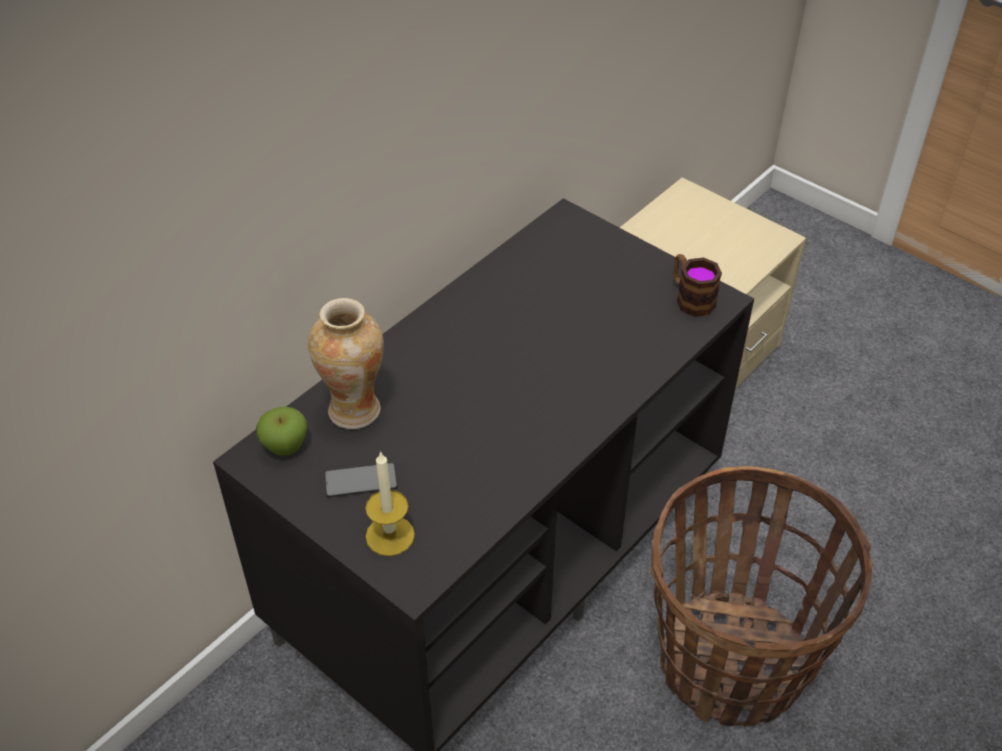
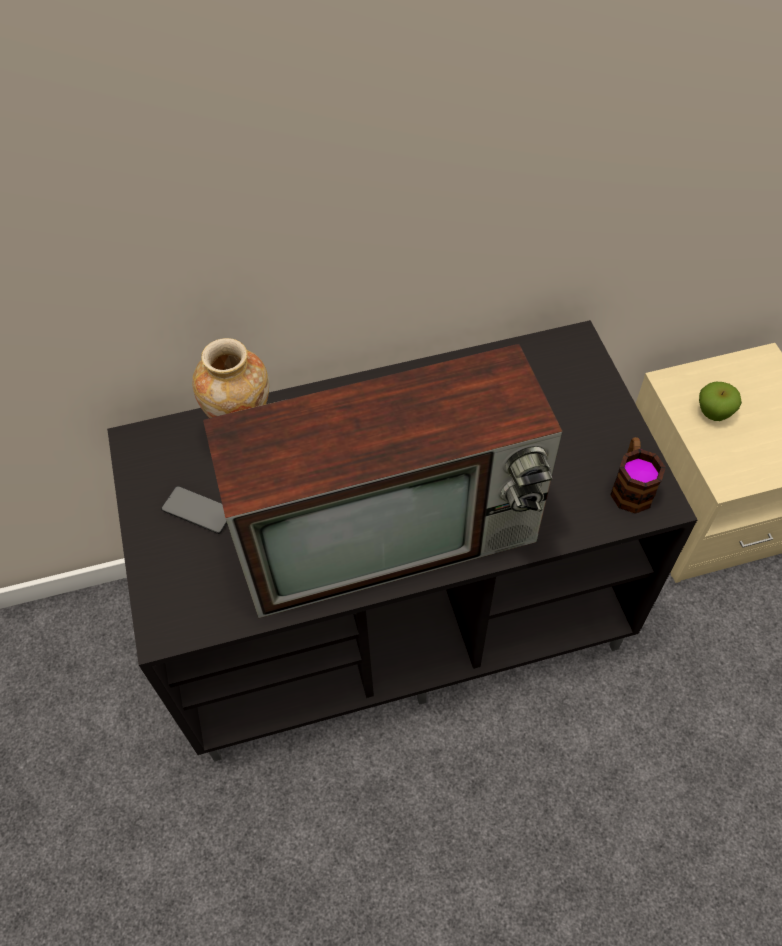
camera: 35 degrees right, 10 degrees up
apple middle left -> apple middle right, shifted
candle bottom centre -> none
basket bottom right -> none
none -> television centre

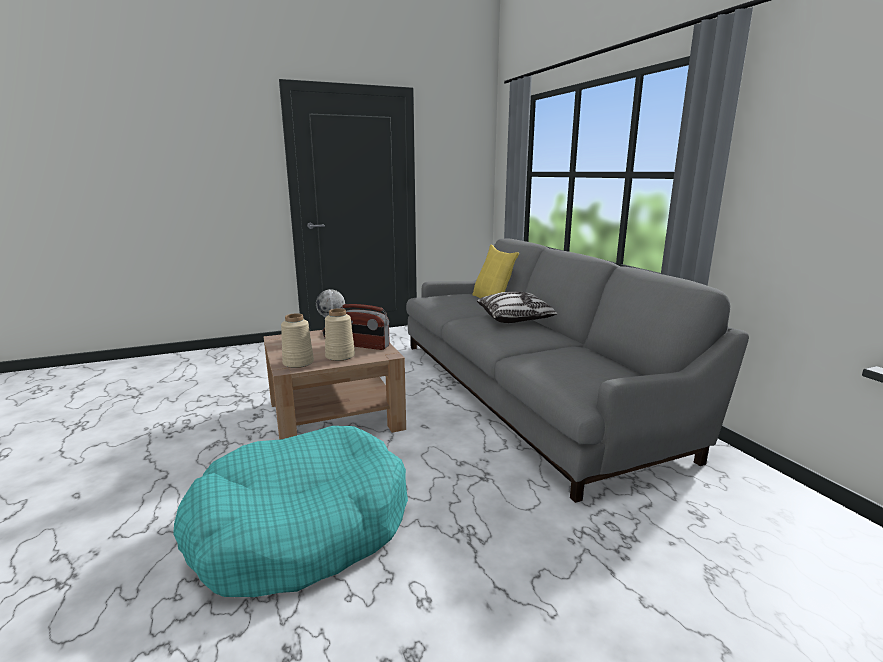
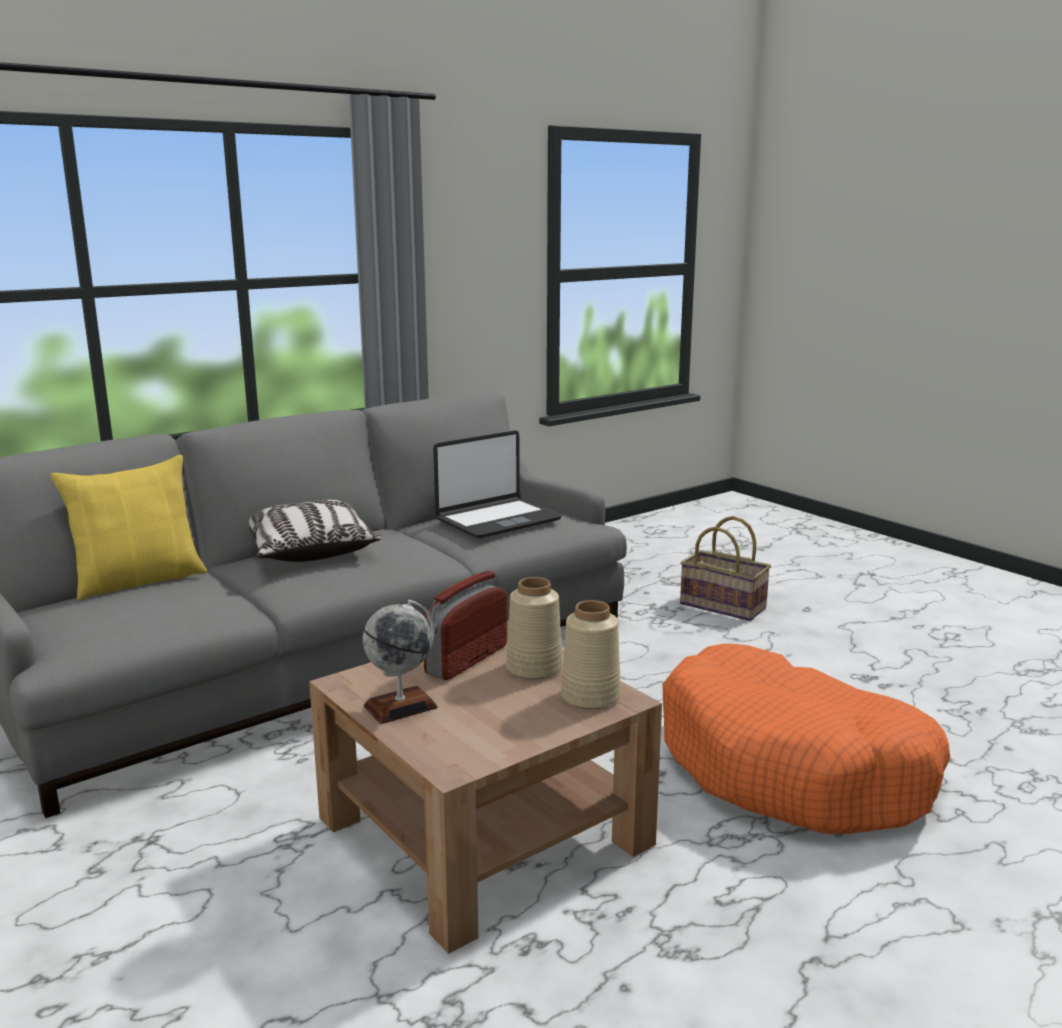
camera: 105 degrees left, 0 degrees up
radio centre, 150 degrees counterclockwise
turquoise dog bed bottom left -> orange dog bed bottom right
none -> laptop centre
none -> basket middle right

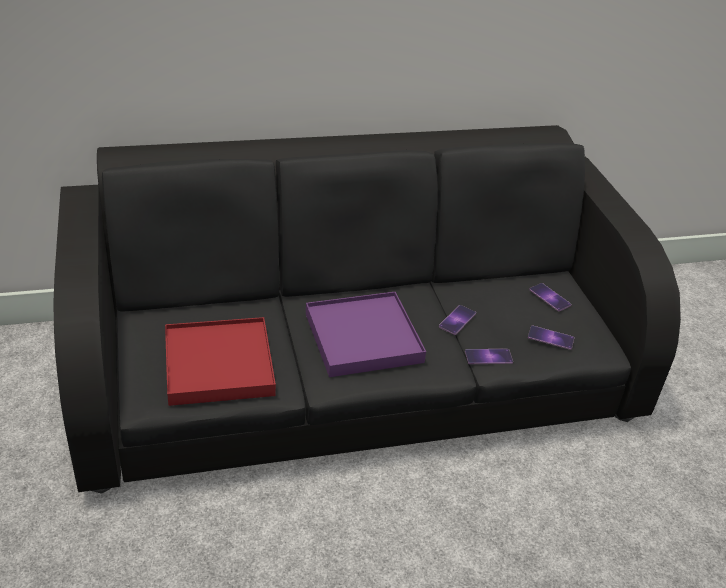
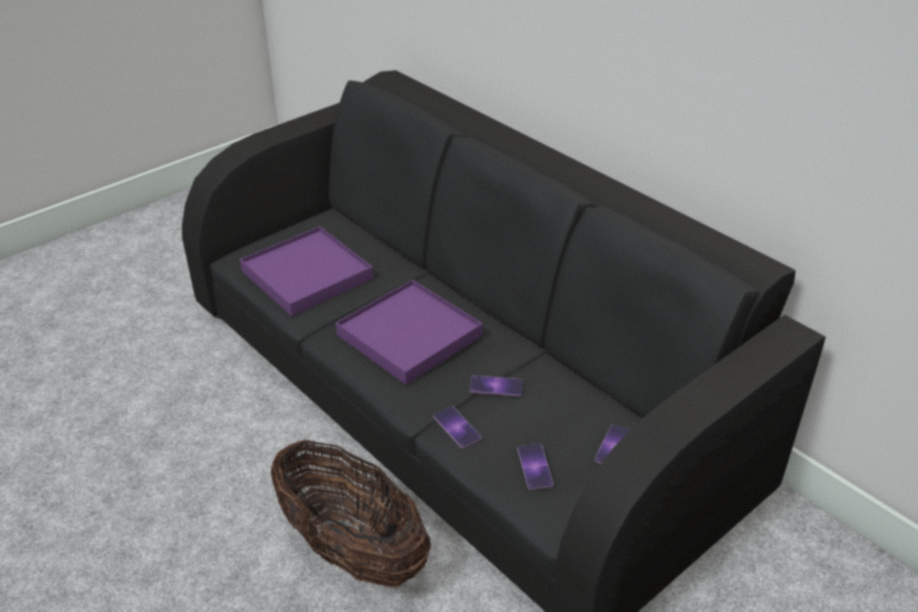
camera: 65 degrees right, 0 degrees up
red tray middle left -> purple tray (no. 1 from left) centre
none -> basket bottom centre

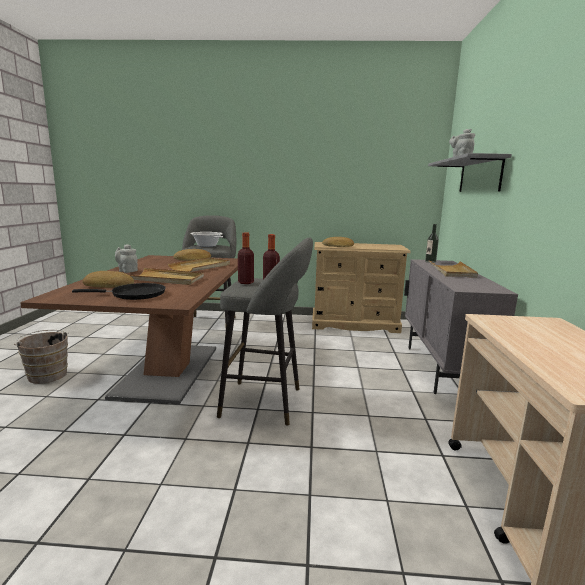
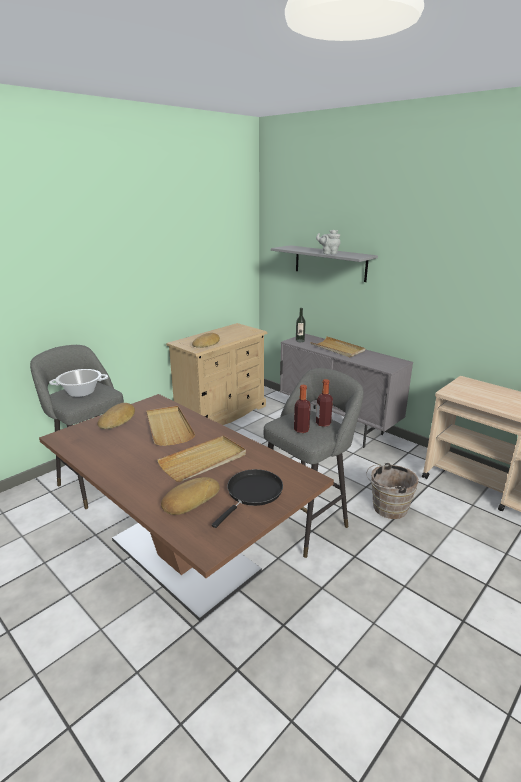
camera: 50 degrees left, 10 degrees up
grey teapot (no. 1 from left) middle left -> none
brown bucket middle left -> brown bucket middle right, shifted

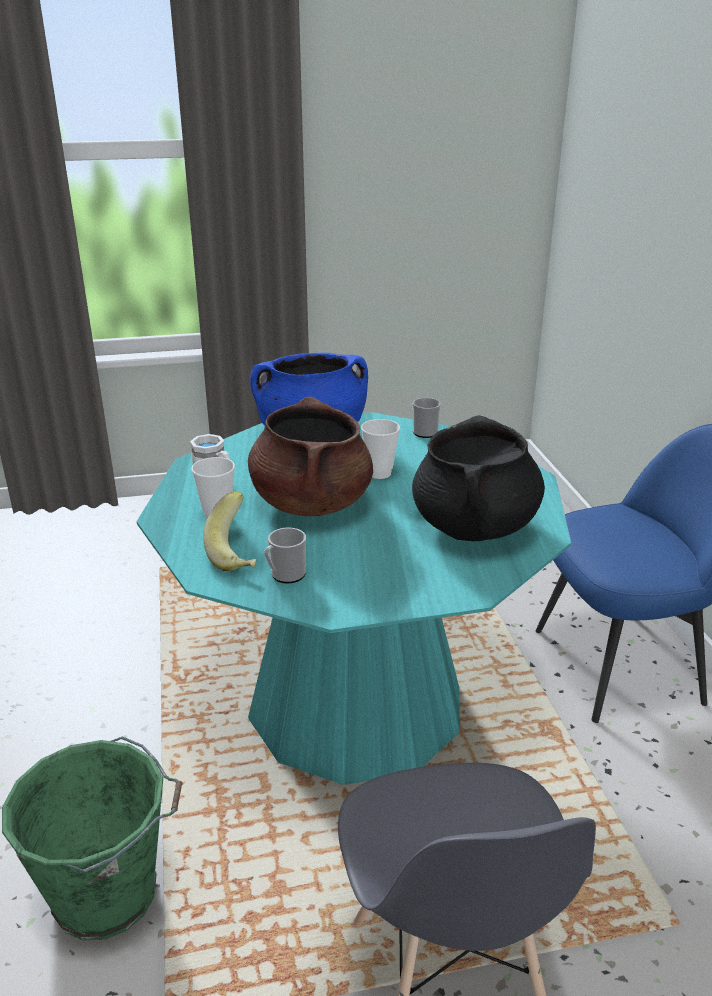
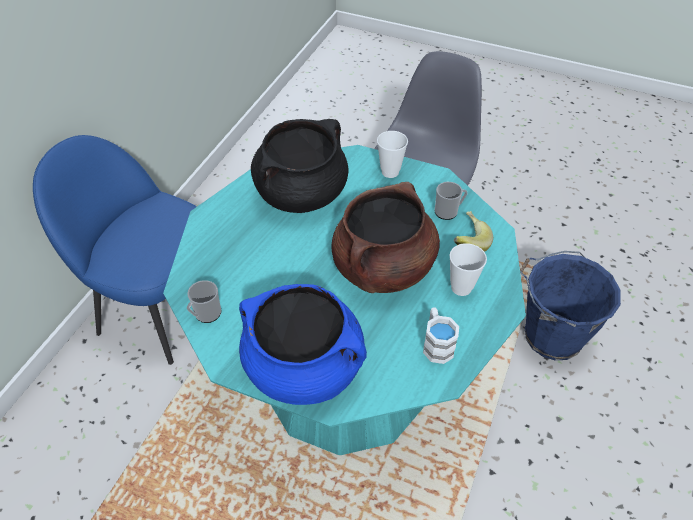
camera: 145 degrees left, 20 degrees up
cup (no. 2 from left in the first image) centre -> cup (no. 1 from left) top centre, shifted
green bucket bottom left -> blue bucket middle right

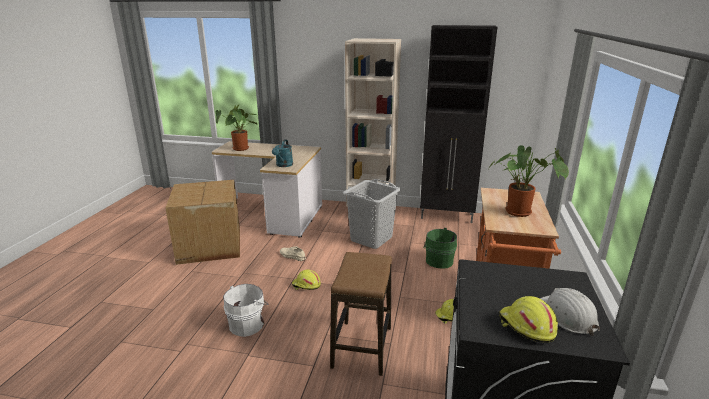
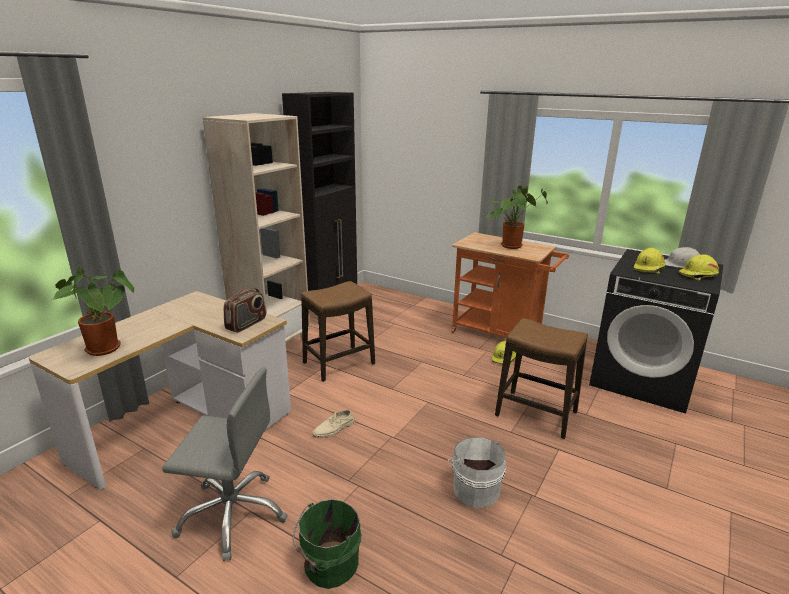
camera: 70 degrees left, 0 degrees up
turquoise watering can centre -> radio middle left
grey laundry basket centre -> stool (no. 1 from left) centre
cardboard box middle left -> grey office chair bottom left
green bucket centre -> green bucket bottom centre, shifted
yellow hard hat (no. 1 from left in the first image) bottom centre -> yellow hard hat (no. 2 from left) middle right, shifted

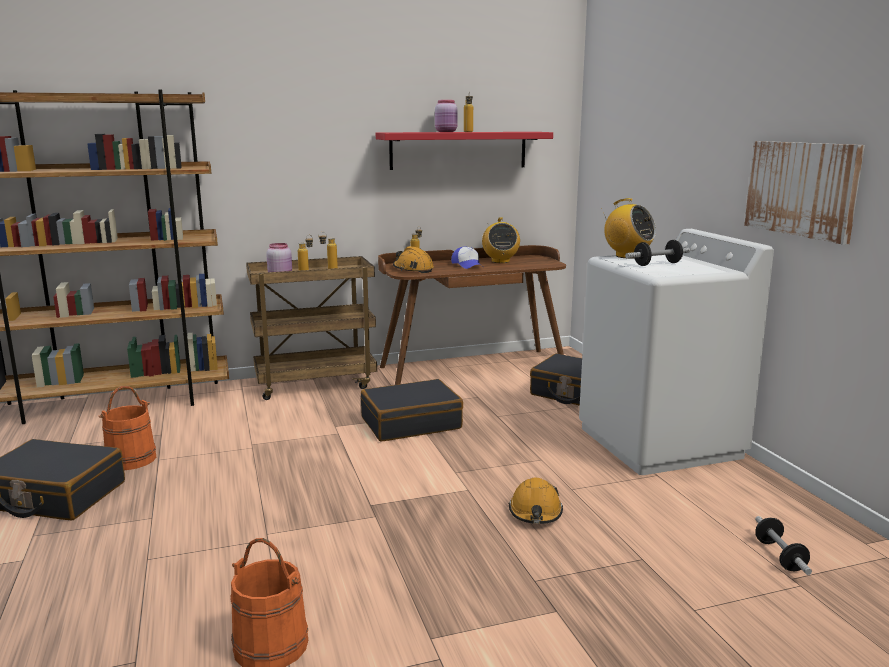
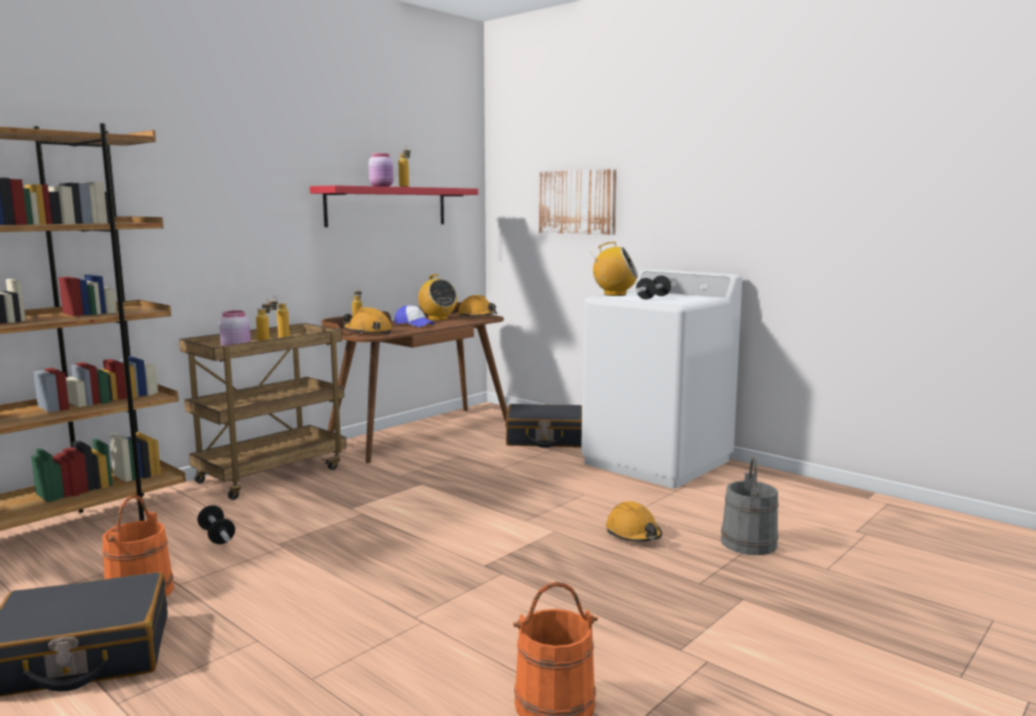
camera: 30 degrees left, 5 degrees down
picture top right -> picture top centre, shifted
black suitcase (no. 2 from left) centre -> none
dumbbell (no. 2 from left in the first image) bottom right -> dumbbell (no. 1 from left) bottom left, shifted
none -> orange hard hat (no. 2 from left) centre
none -> grey bucket bottom right

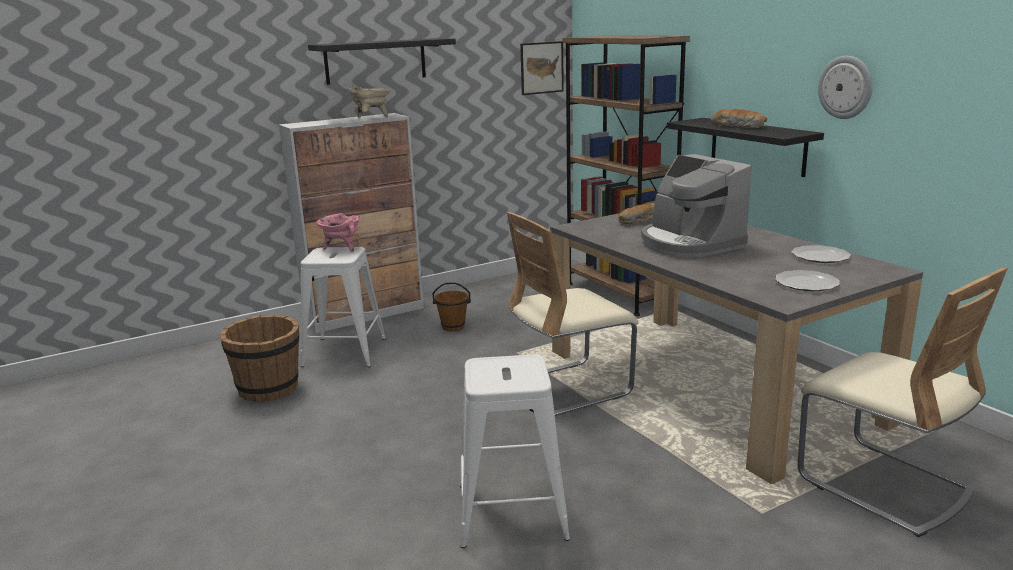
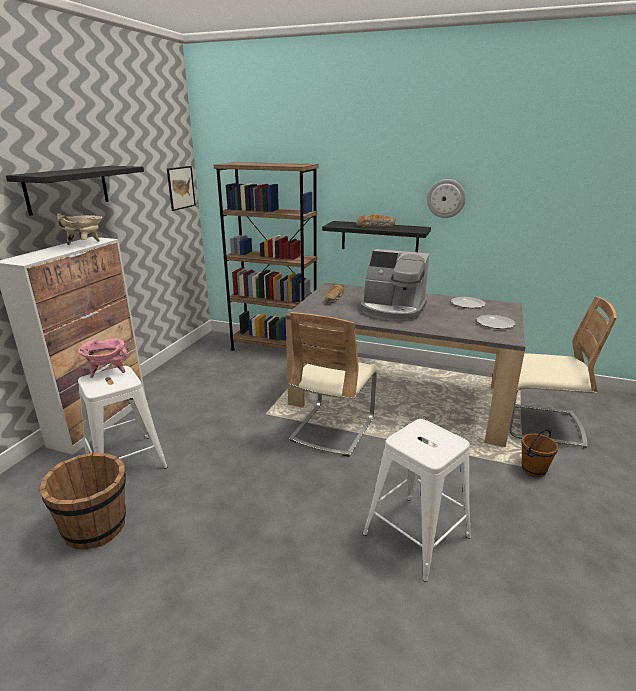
camera: 40 degrees left, 5 degrees up
brown bucket (no. 2 from left) centre -> brown bucket (no. 2 from left) middle right, shifted

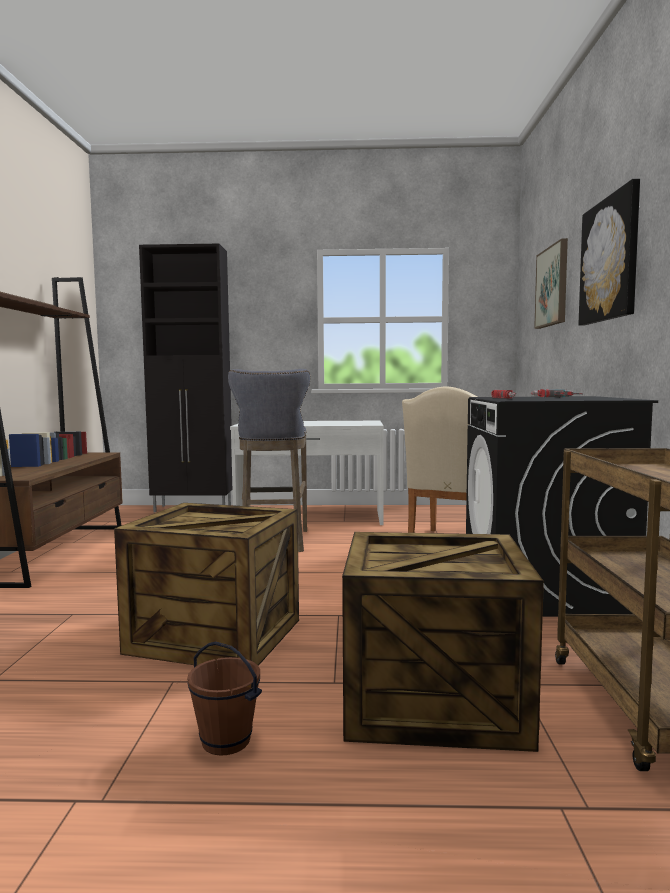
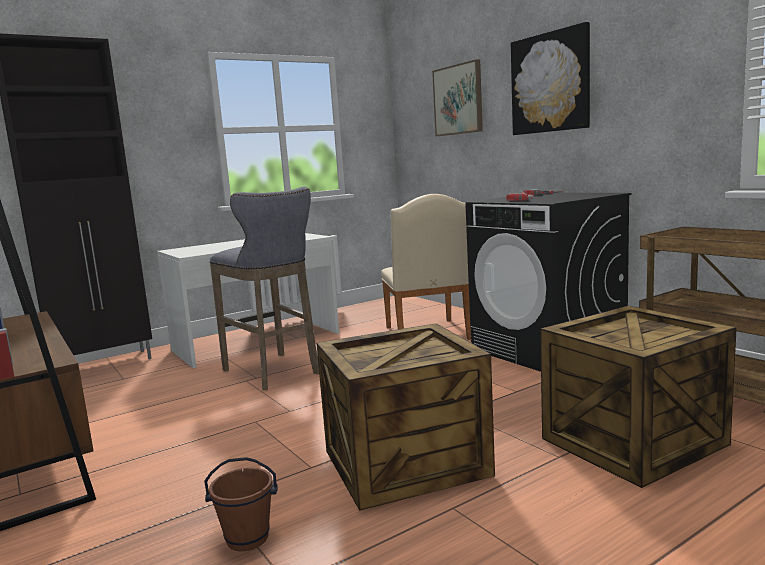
camera: 35 degrees left, 5 degrees up
brown bucket bottom centre -> brown bucket bottom left, shifted

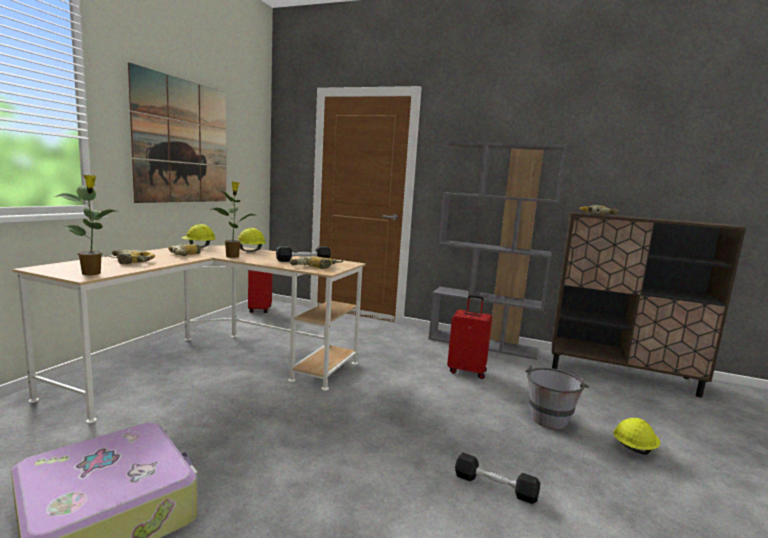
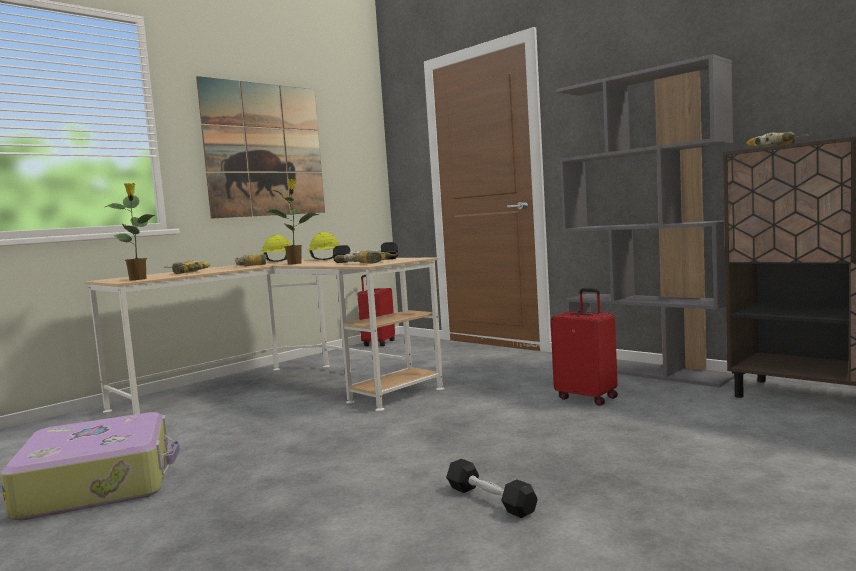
camera: 25 degrees right, 5 degrees down
grey bucket bottom right -> none
yellow hard hat (no. 3 from left) bottom right -> none

